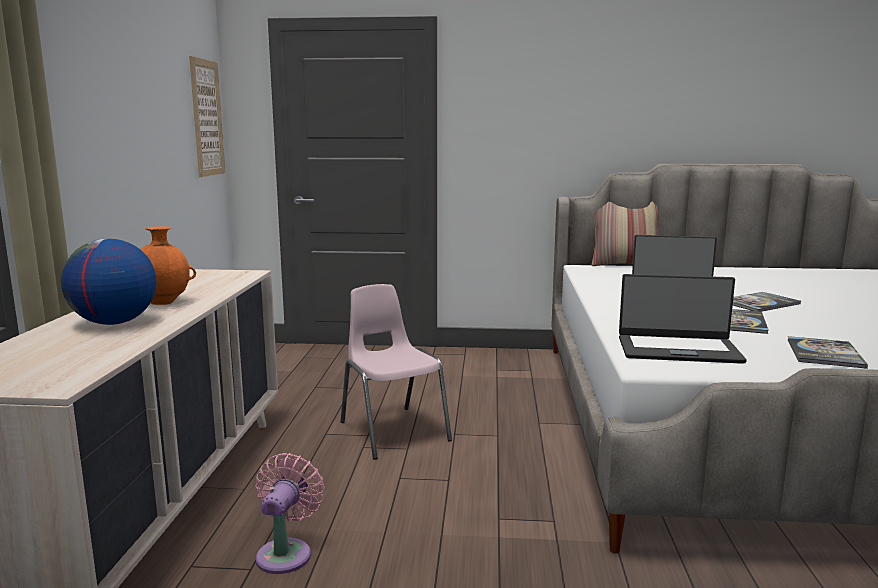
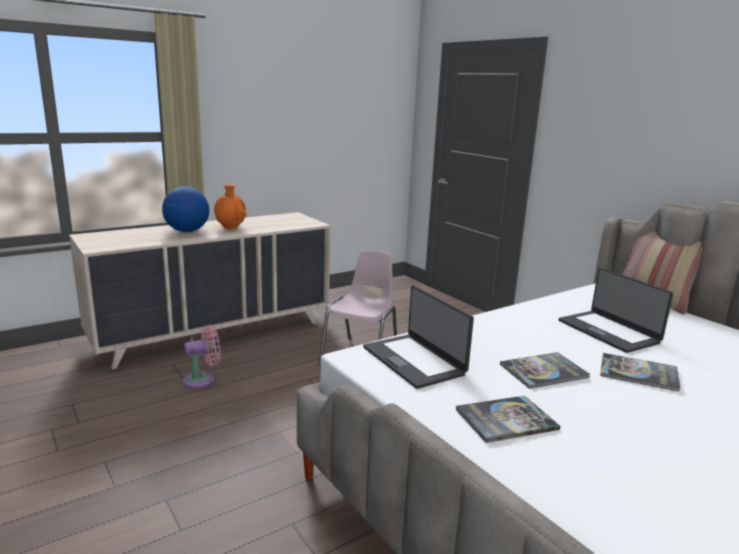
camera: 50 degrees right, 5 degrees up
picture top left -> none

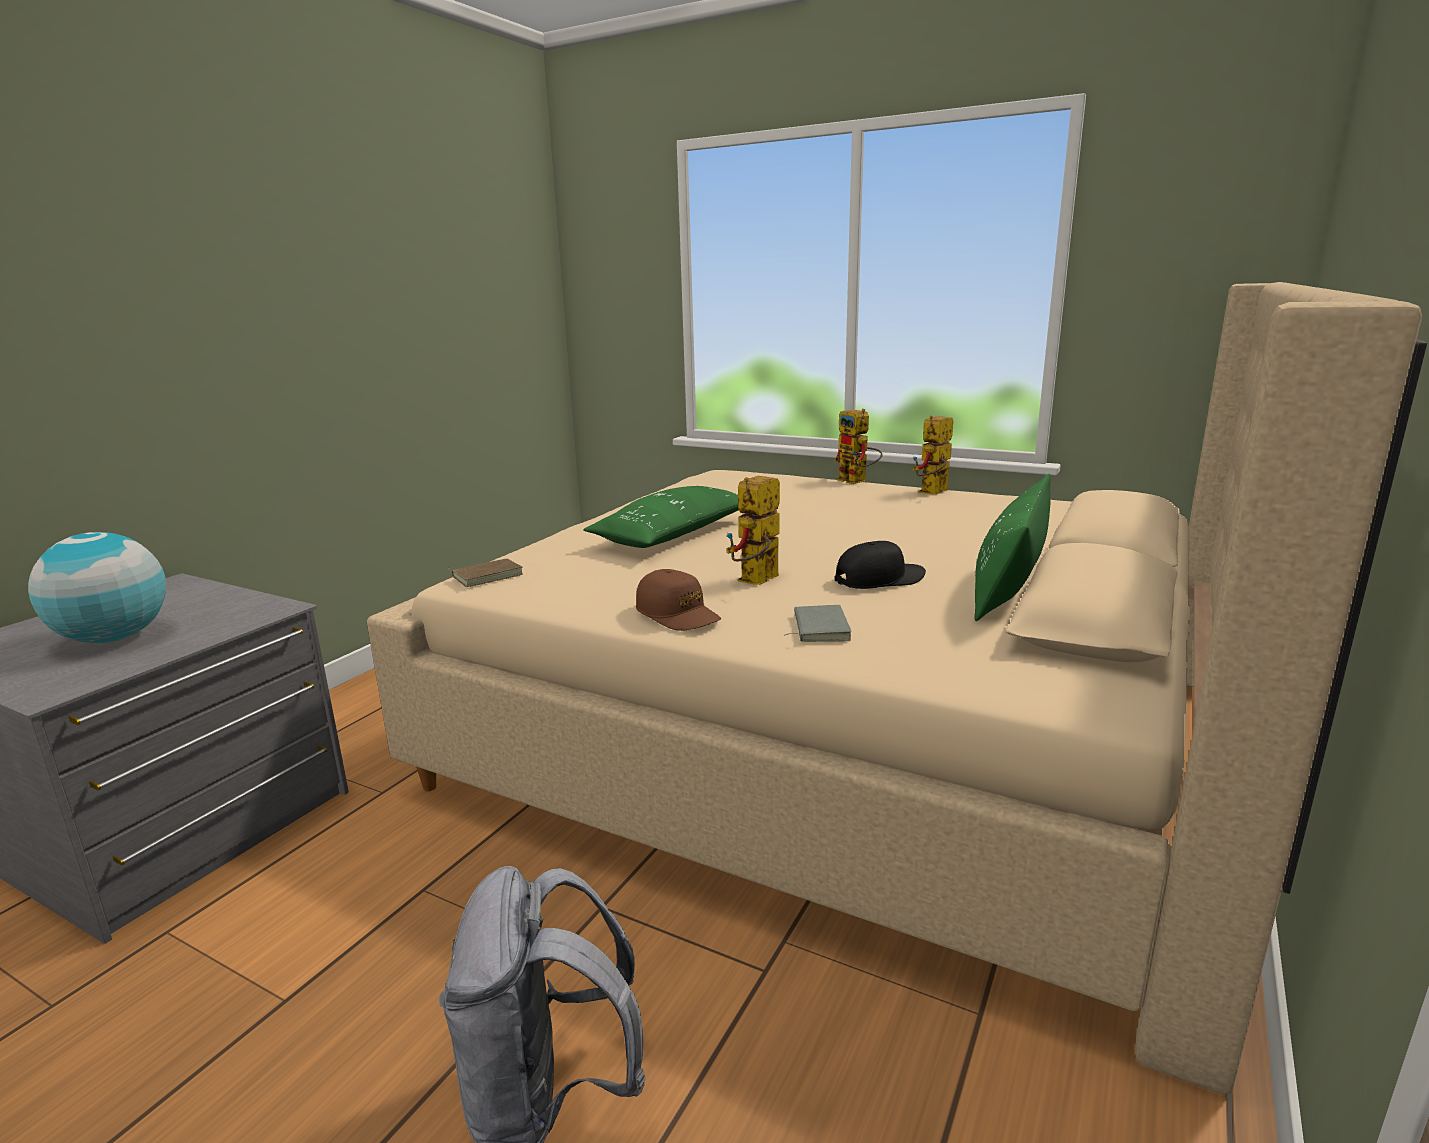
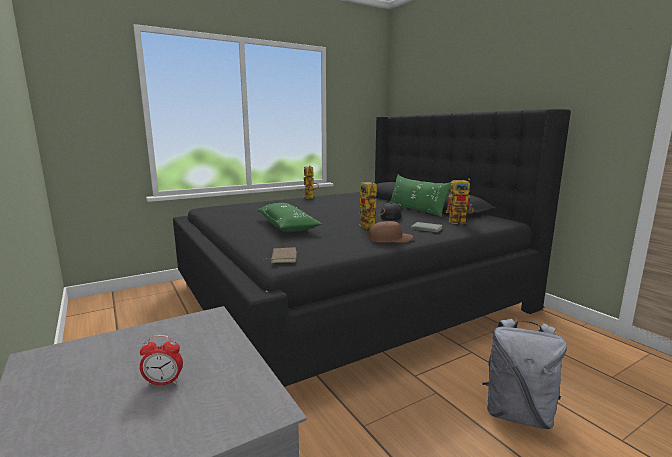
camera: 60 degrees left, 5 degrees down
beige bed centre -> black bed centre
toy robot (no. 2 from left in the first image) centre -> toy robot (no. 3 from left) middle right, shifted
globe middle left -> alarm clock bottom left

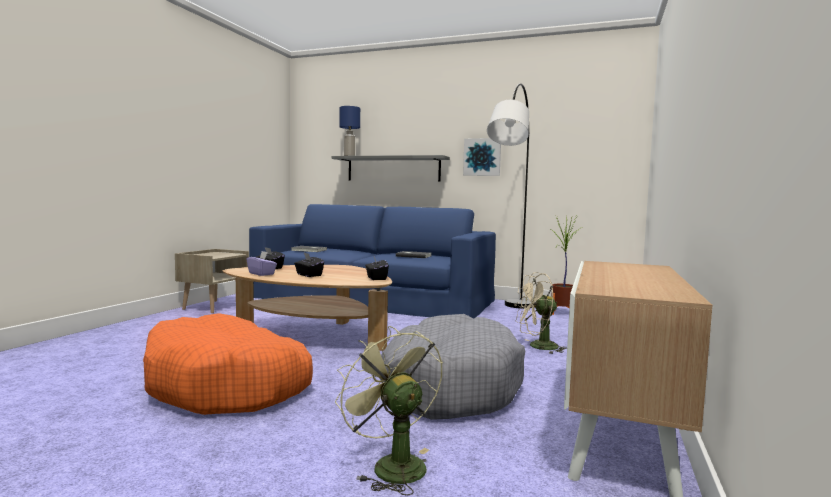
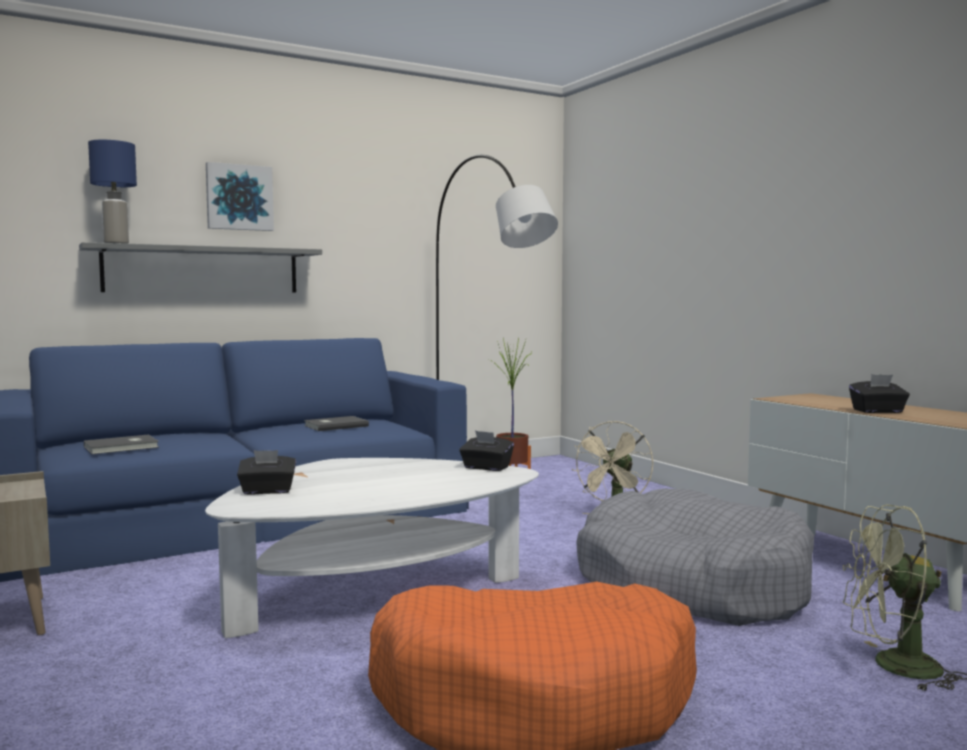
camera: 50 degrees left, 0 degrees up
picture top centre -> picture top left, shifted
purple tissue box middle left -> none
black tissue box (no. 2 from left in the first image) centre -> black tissue box (no. 3 from left) middle right, shifted
brown coffee table centre -> white coffee table bottom centre

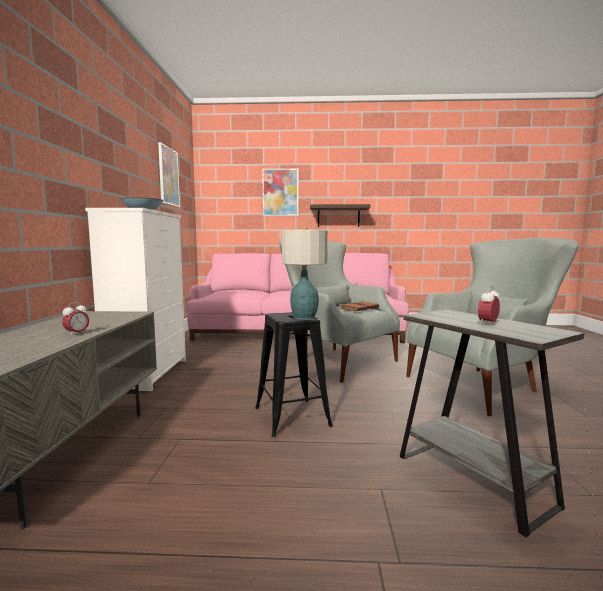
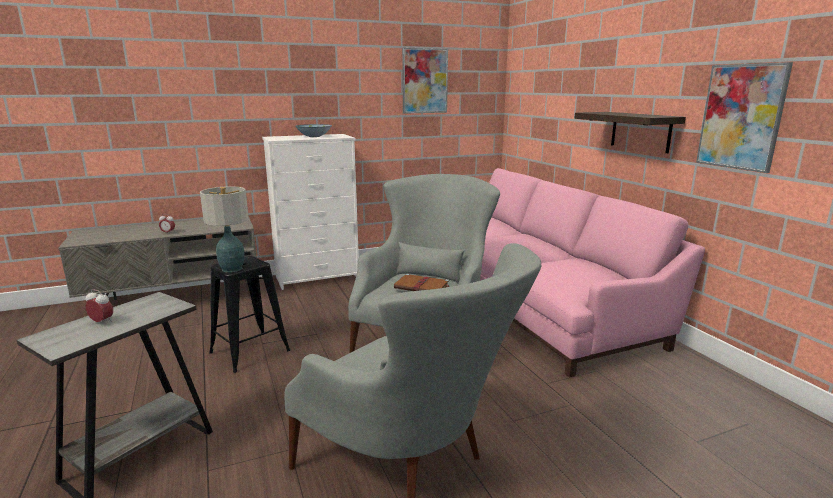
camera: 65 degrees right, 10 degrees up
picture (no. 2 from left) top centre -> picture (no. 2 from left) top right, shifted

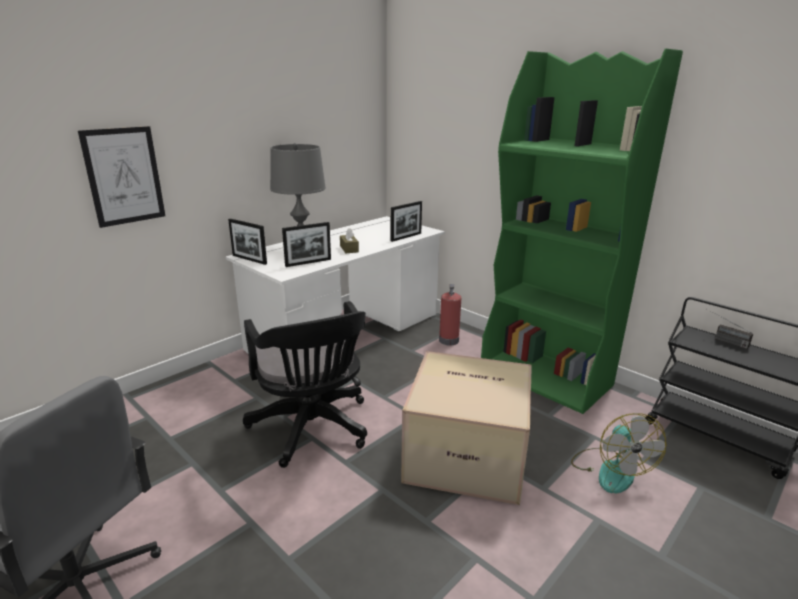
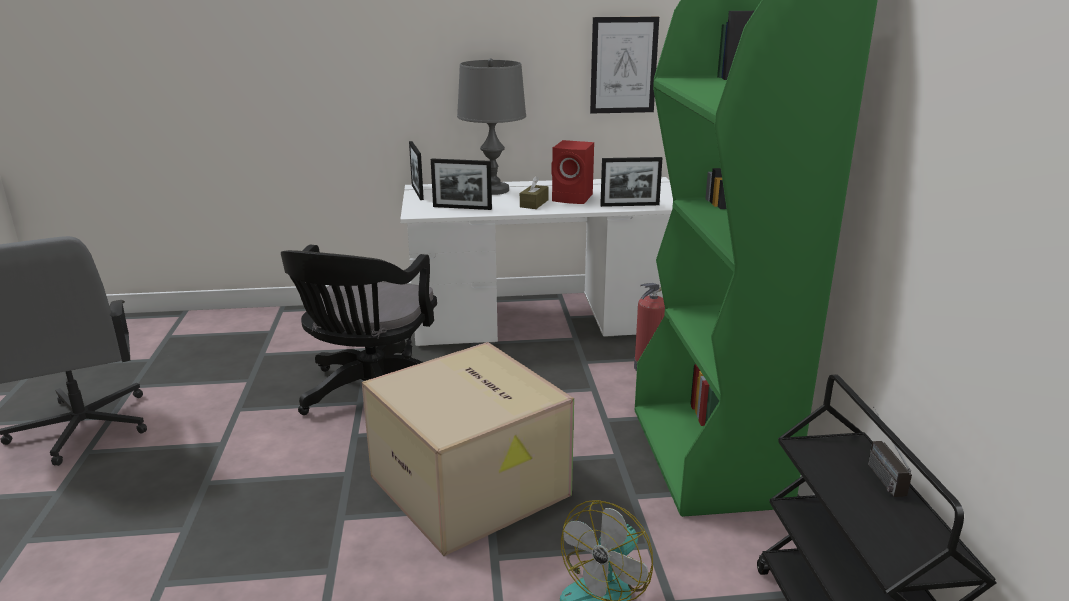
camera: 40 degrees right, 0 degrees up
picture top left -> picture top centre, shifted
none -> red speaker top centre

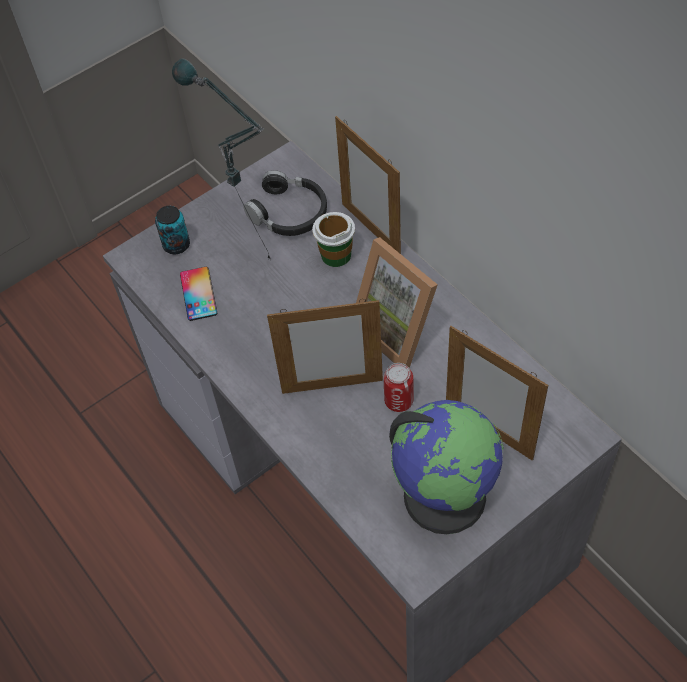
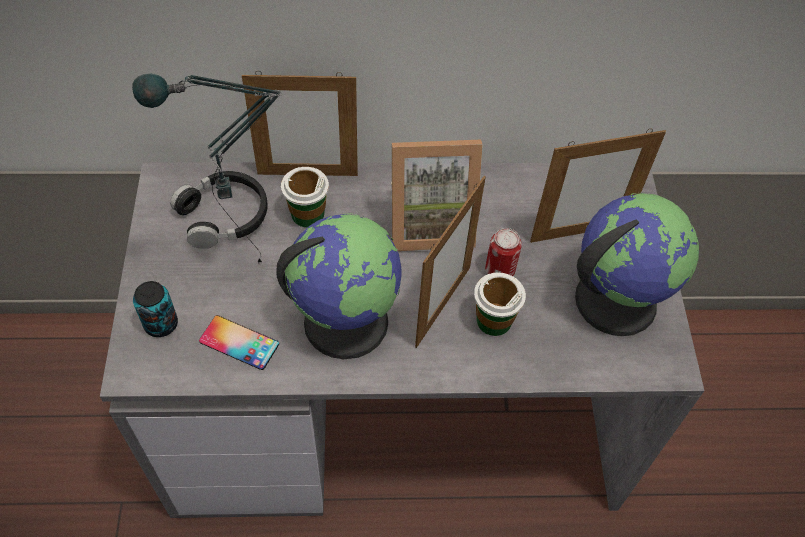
camera: 60 degrees left, 0 degrees up
none -> globe (no. 1 from left) centre
none -> cup (no. 2 from left) centre

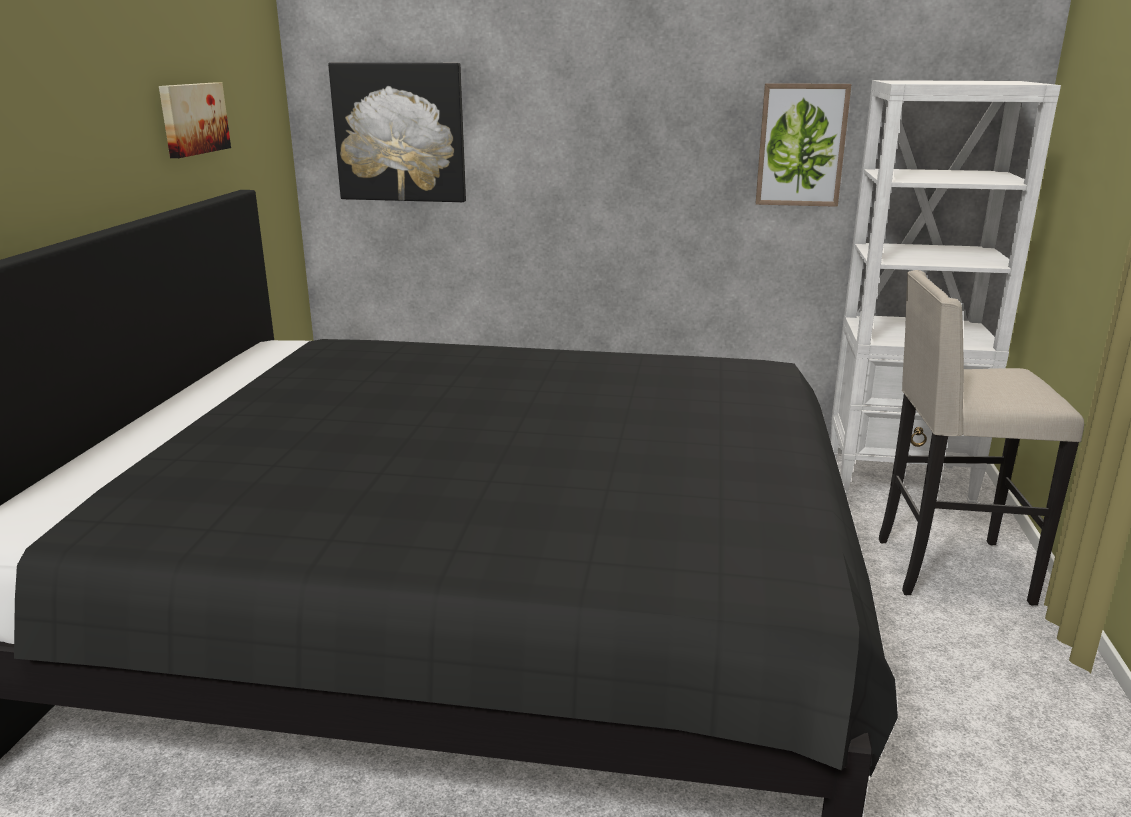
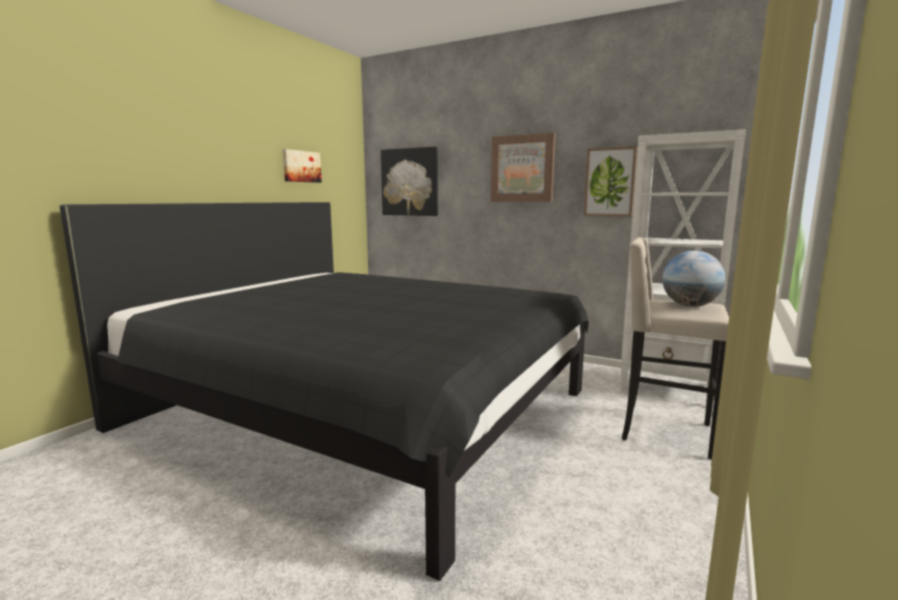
camera: 20 degrees right, 10 degrees down
none -> picture (no. 3 from left) top centre
none -> globe middle right

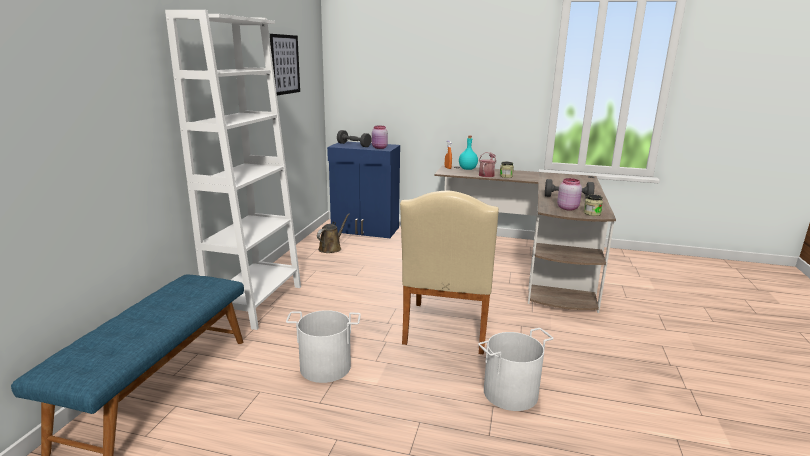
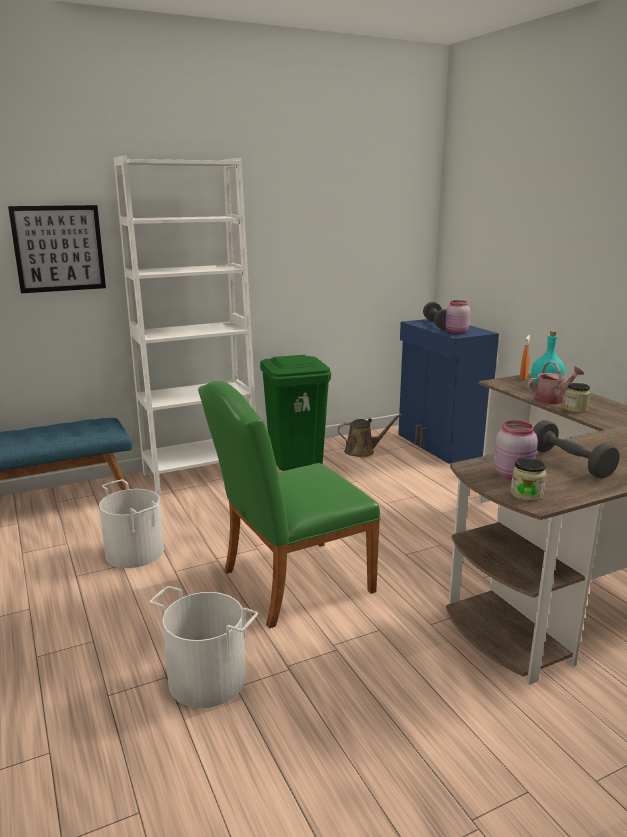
camera: 50 degrees right, 0 degrees up
picture top centre -> picture top left, shifted
beige chair centre -> green chair centre
none -> green trash can centre

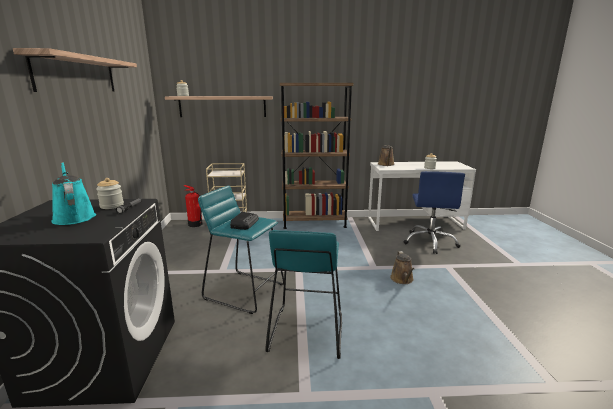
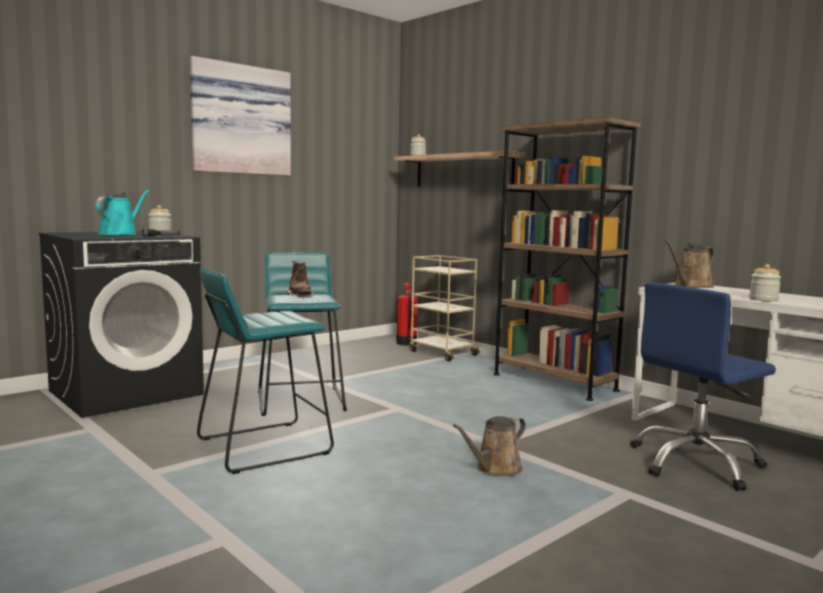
camera: 50 degrees right, 10 degrees down
shelf (no. 1 from left) top left -> picture top left
radio centre -> brown boot centre

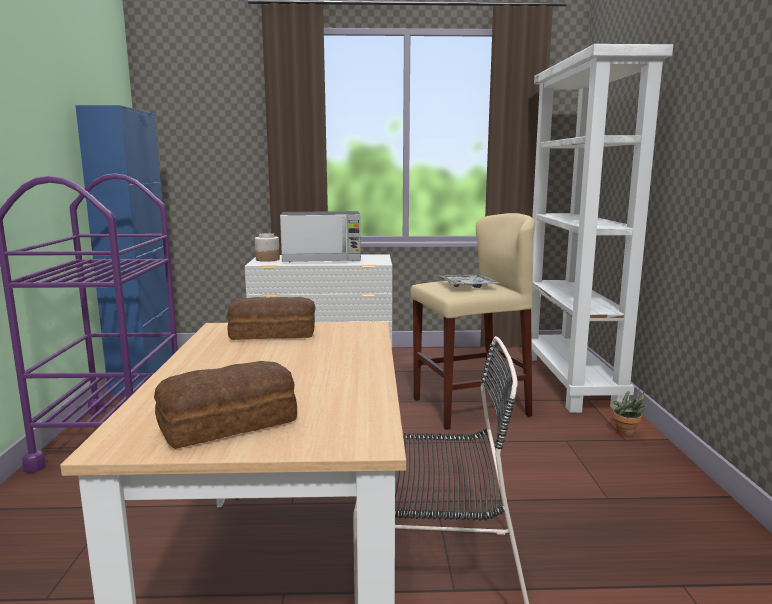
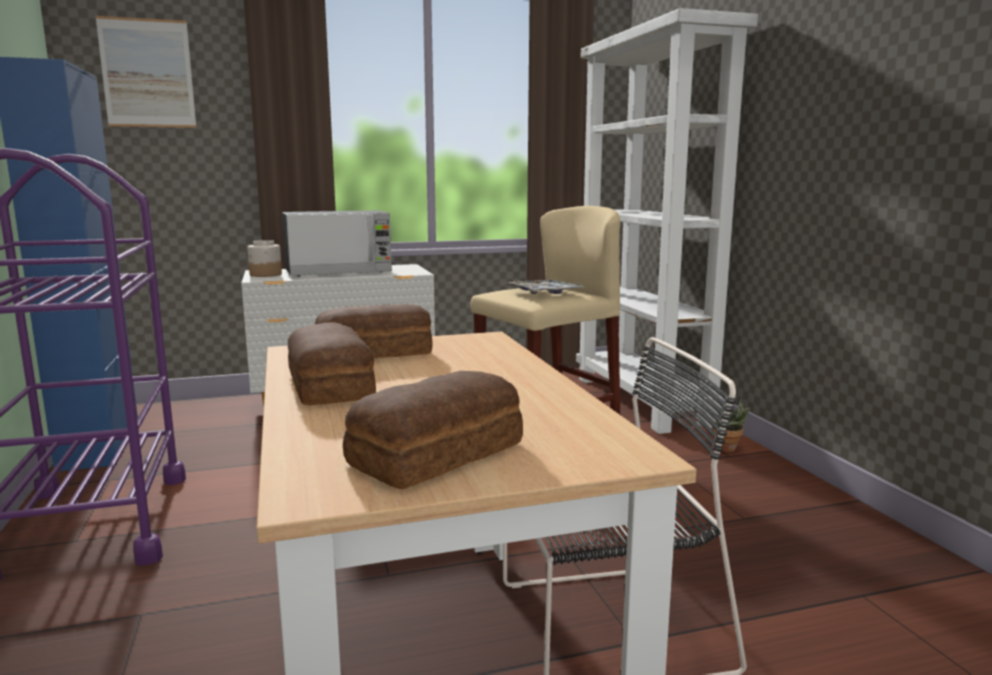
camera: 15 degrees left, 0 degrees up
none -> picture top left
none -> bread (no. 1 from left) centre

